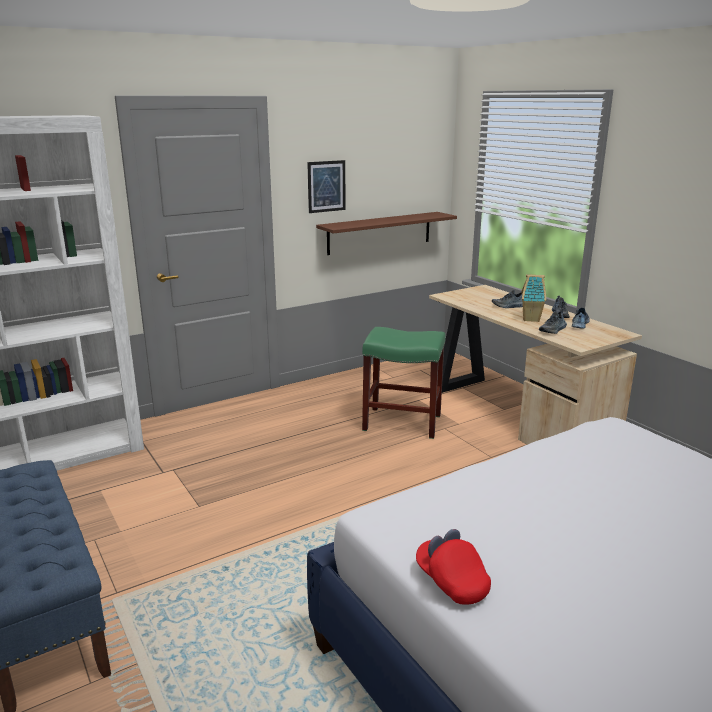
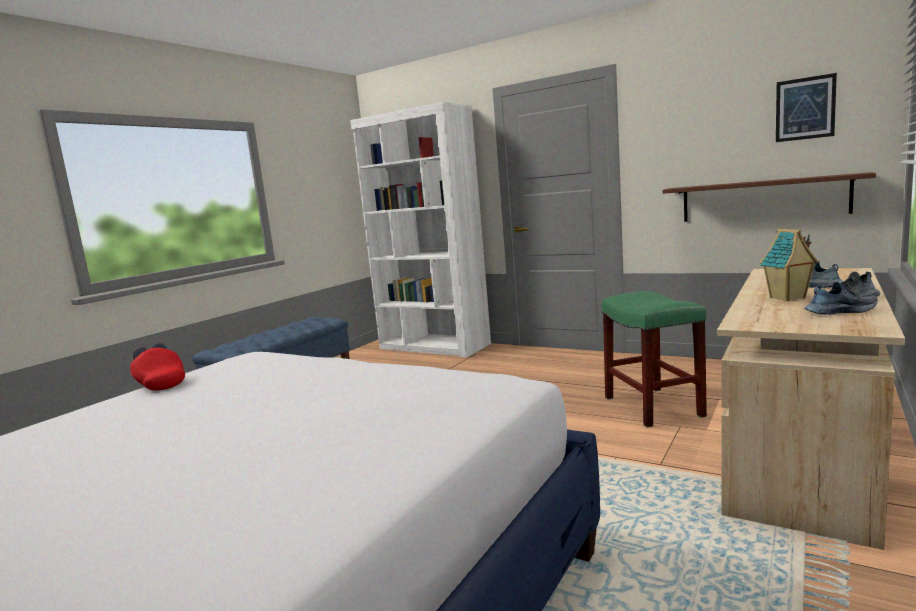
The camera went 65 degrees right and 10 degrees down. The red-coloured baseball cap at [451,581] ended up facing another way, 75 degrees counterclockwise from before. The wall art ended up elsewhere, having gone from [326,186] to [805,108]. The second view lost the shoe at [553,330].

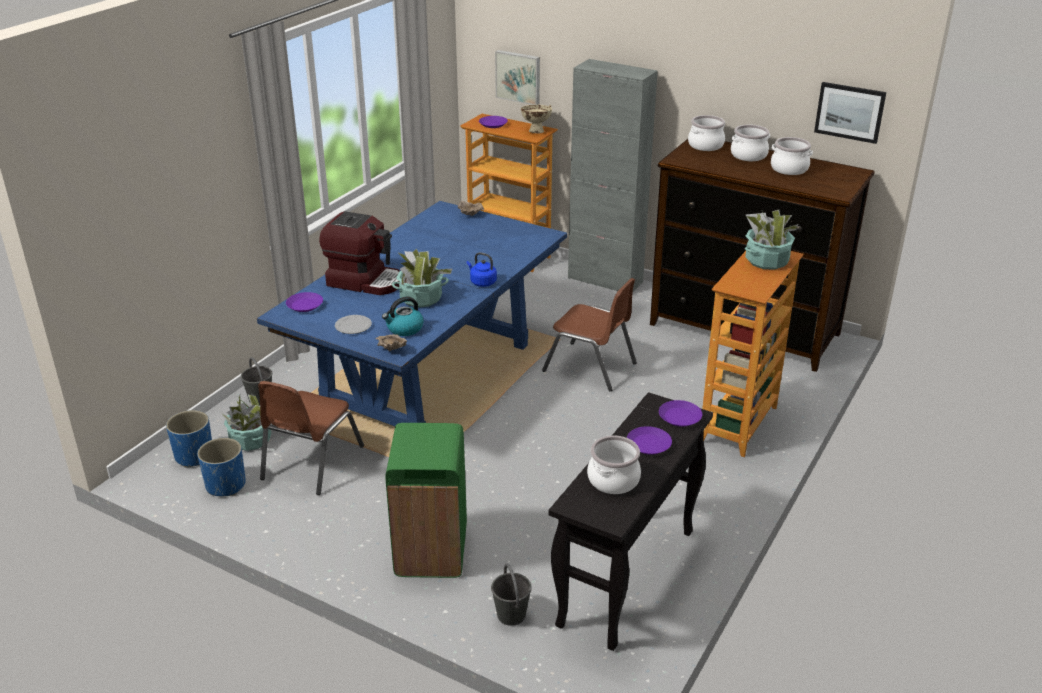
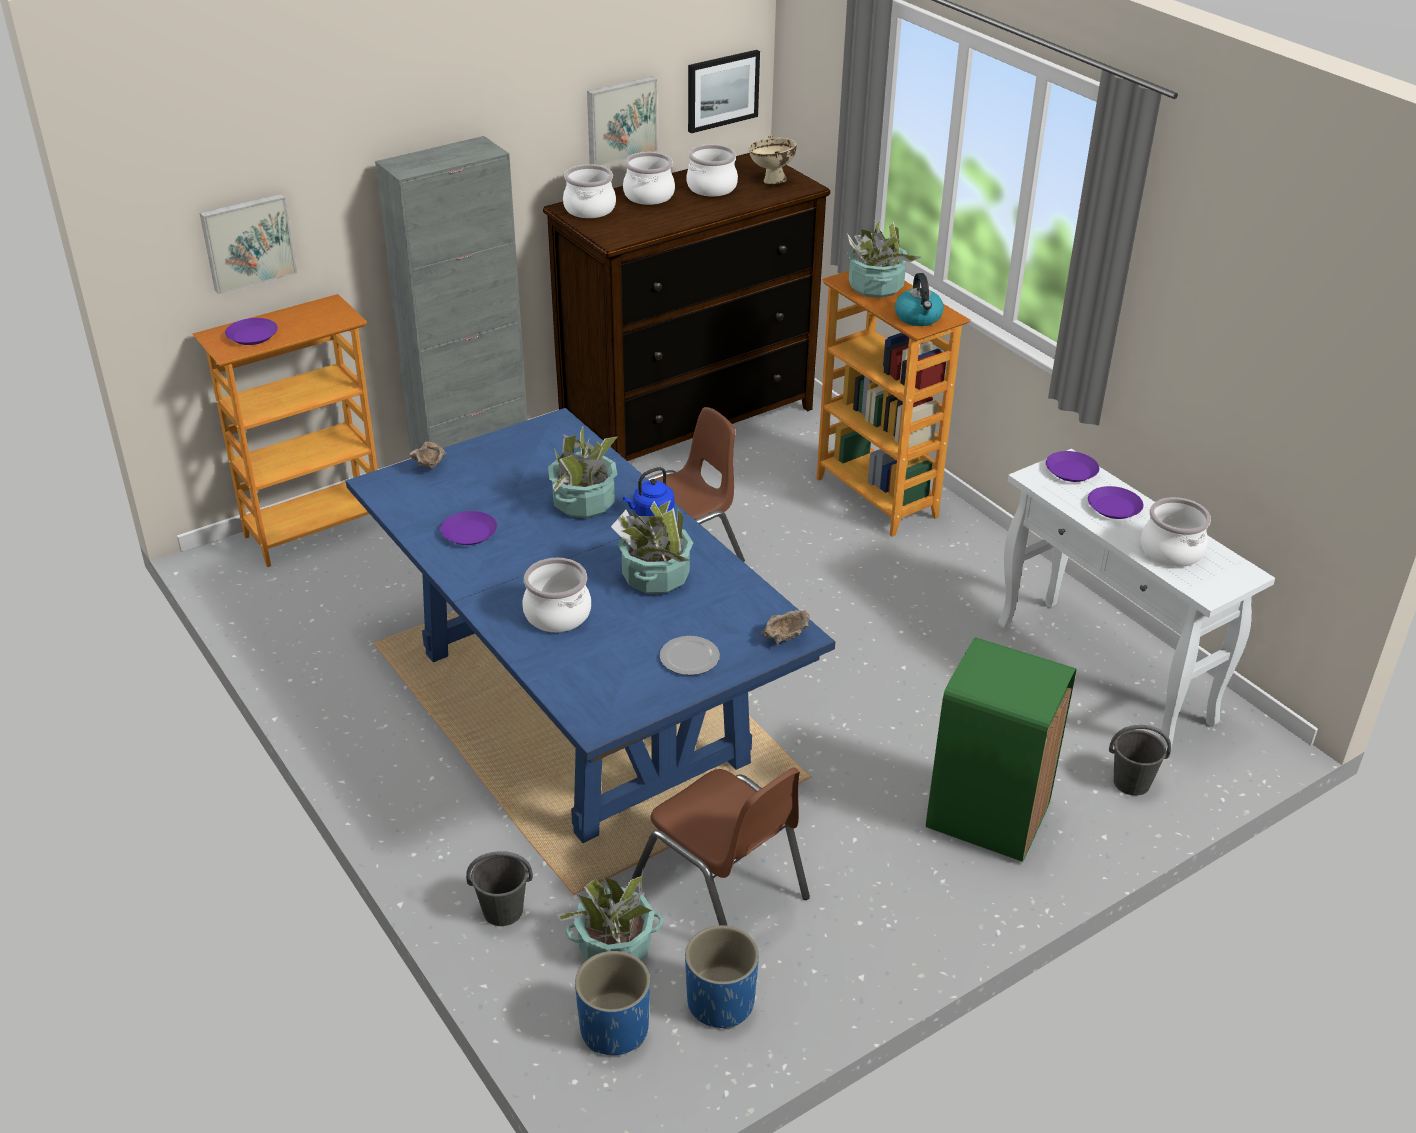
The camera went 65 degrees left and 5 degrees up. The purple-coloured dinner plate ended up elsewhere, having gone from [304,305] to [468,533]. Where the coffee machine stood at [365,281], the cooking pot came to stand at [557,615]. The second view gained the potted plant at [584,503]. The second view gained the wall art at [620,120]. The beige bowl ended up elsewhere, having gone from [535,131] to [771,181]. The water kettle ended up elsewhere, having gone from [404,329] to [918,317]. What was the black narrow table at [627,579] turned into the white-coloured narrow table at [1106,674].

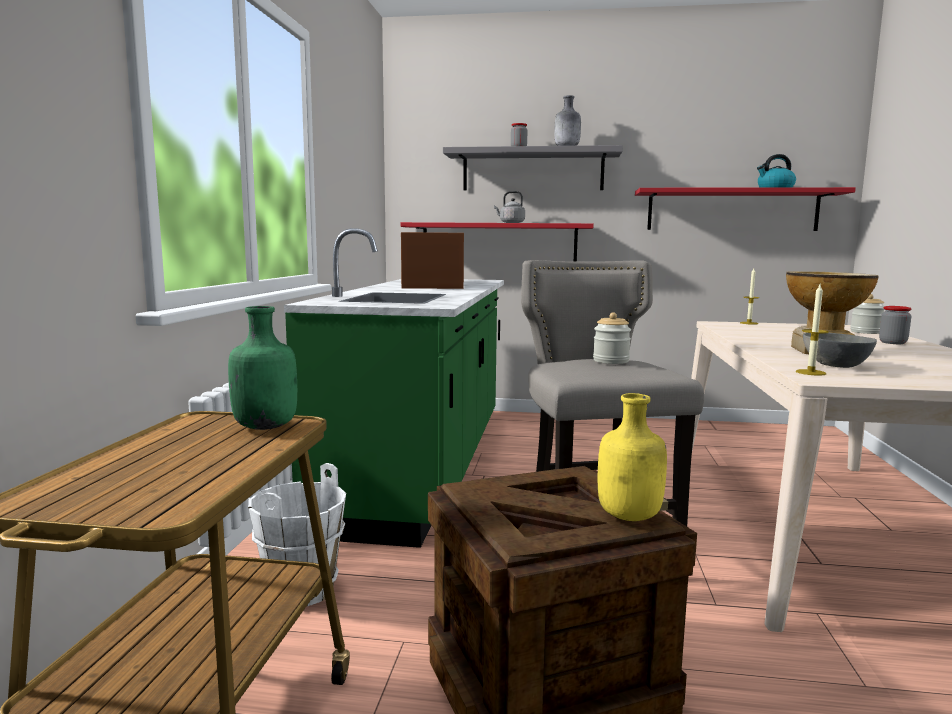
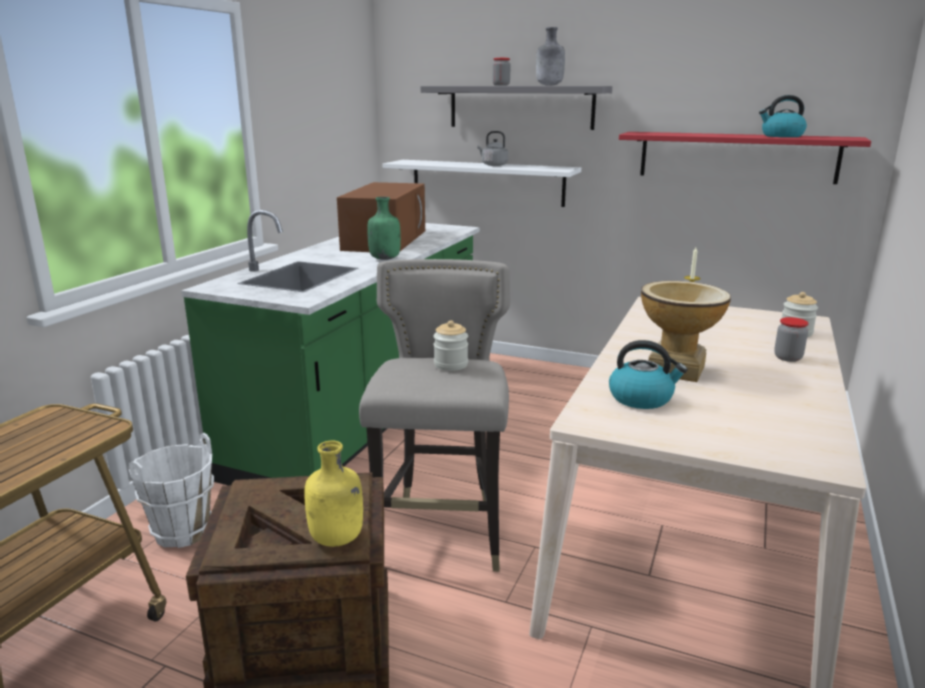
The camera went 15 degrees right and 10 degrees up. The green bottle ended up elsewhere, having gone from [266,426] to [385,258]. What was the red-coloured shelf at [499,242] turned into the white-coloured shelf at [487,182]. Where the gray bowl stood at [834,365], the water kettle came to stand at [641,398]. The second view lost the candle at [810,372].

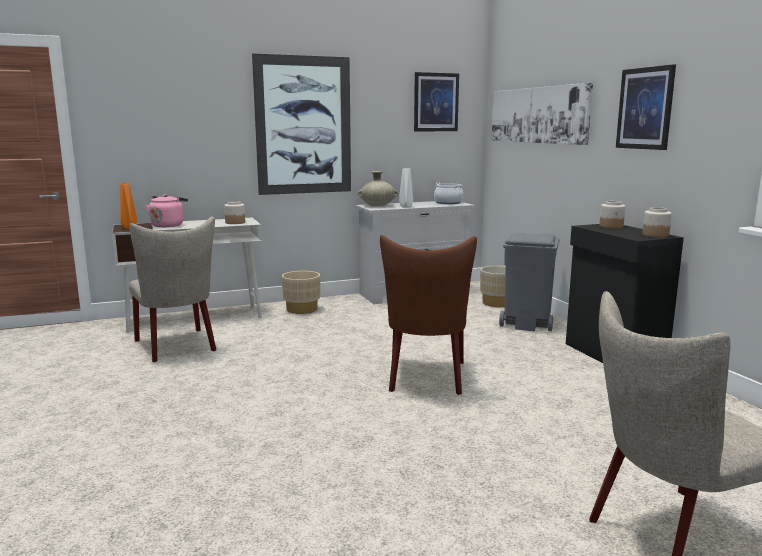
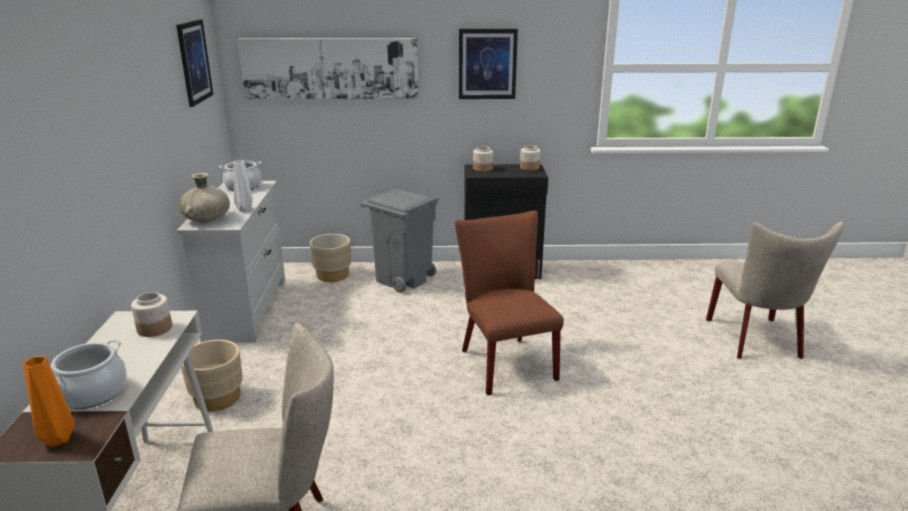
The camera went 70 degrees left and 10 degrees up. Where the pinkish water kettle stood at [168,225], the cooking pot came to stand at [92,393]. The brown plain chair at [426,378] ended up facing another way, 135 degrees counterclockwise from before. The second view lost the wall art at [303,126].

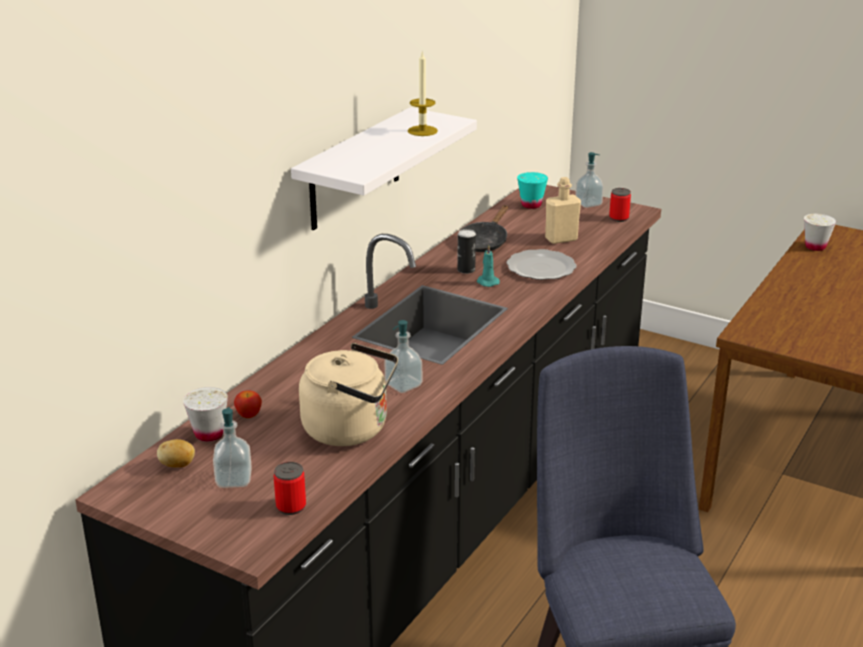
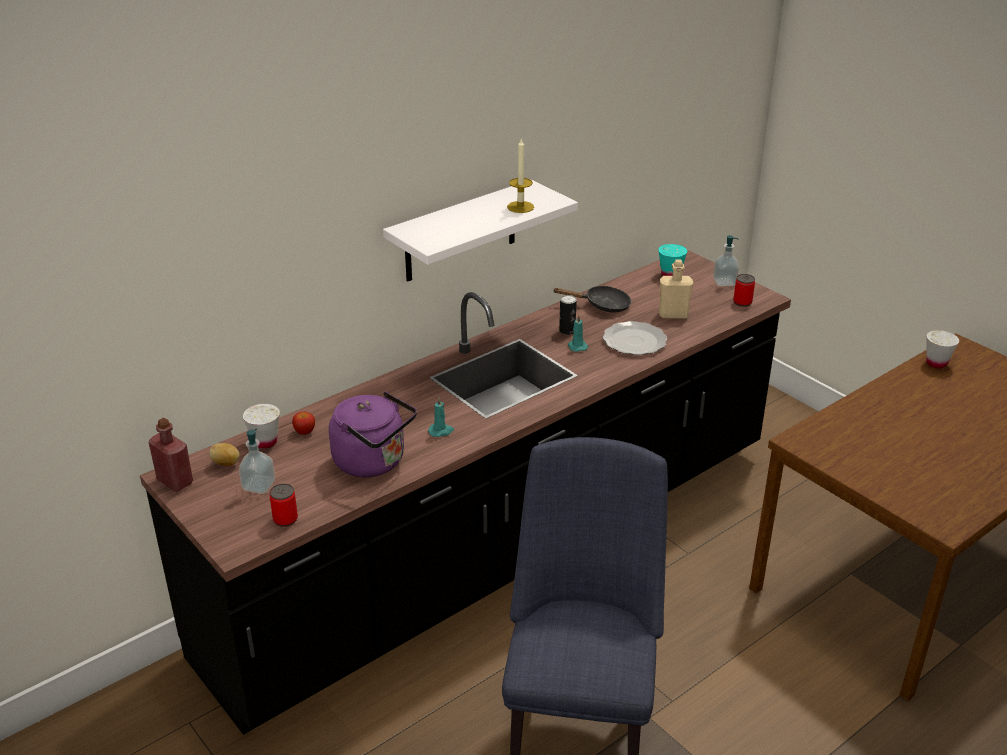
The camera went 20 degrees right and 5 degrees up. The second view gained the red-coloured bottle at [175,481]. What was the beige water kettle at [351,429] turned into the purple-coloured water kettle at [374,462]. Where the liquid soap bottle stood at [403,385], the turquoise candle came to stand at [441,431]. The black pan at [484,242] ended up facing another way, 135 degrees counterclockwise from before.

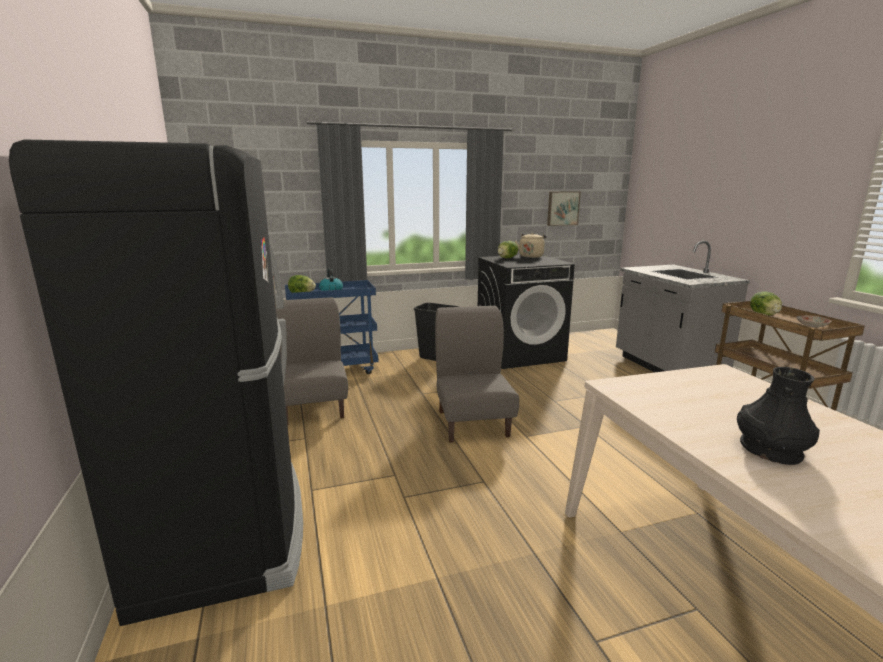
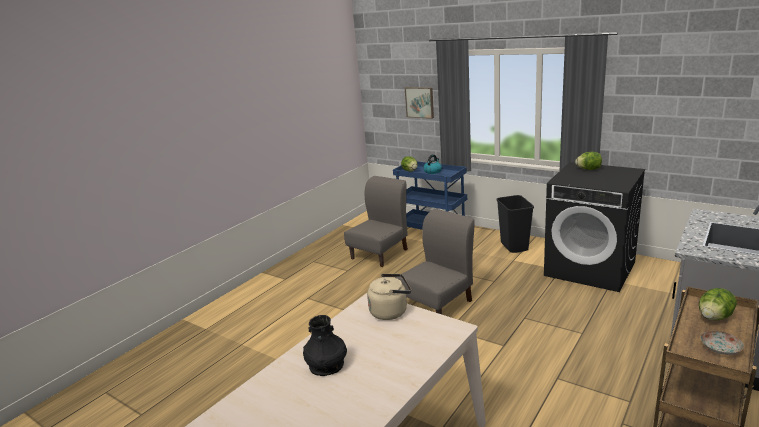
The camera went 55 degrees right and 5 degrees up. The beige water kettle ended up elsewhere, having gone from [531,256] to [391,311]. The wall art ended up elsewhere, having gone from [562,208] to [420,102]. The second view lost the black kitchen fridge at [227,528].

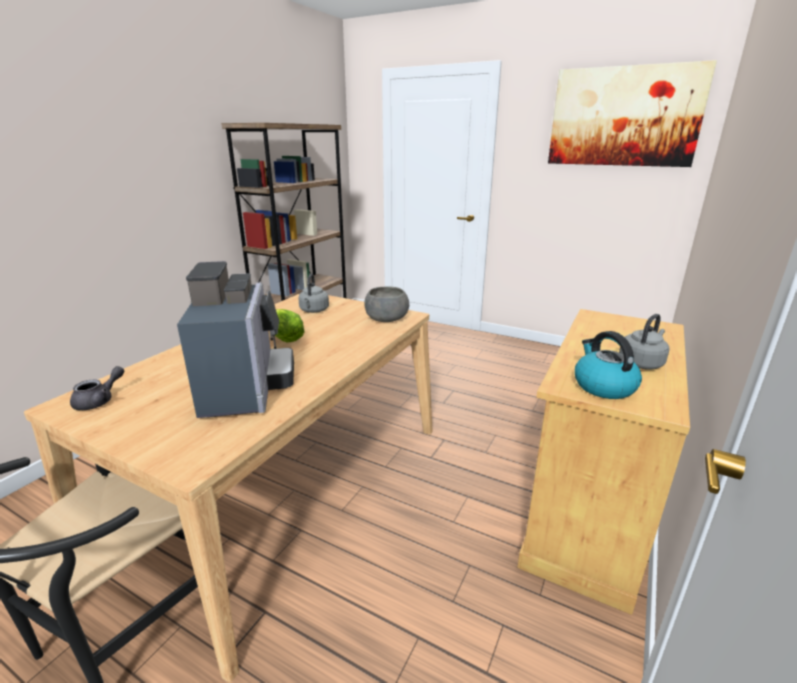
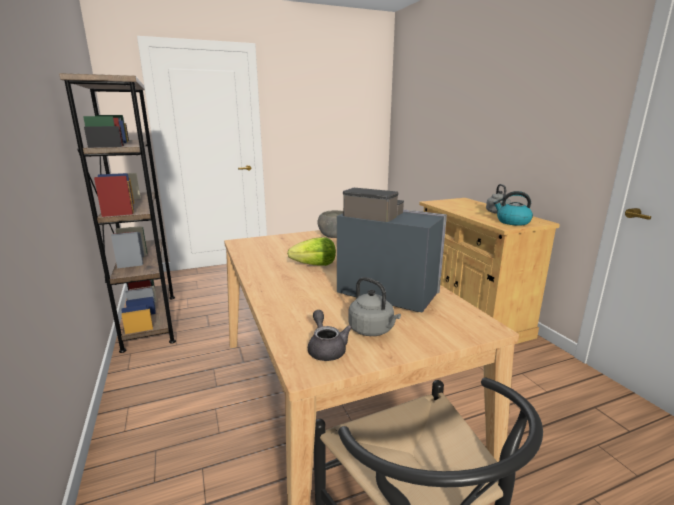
The camera went 50 degrees left and 5 degrees down. The gray water kettle ended up elsewhere, having gone from [314,311] to [373,330]. The second view lost the wall art at [624,117].

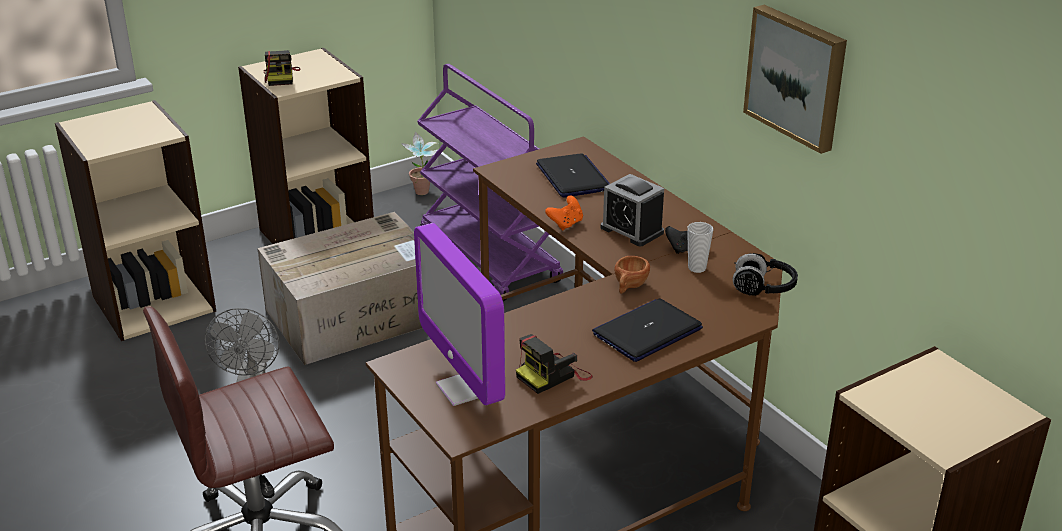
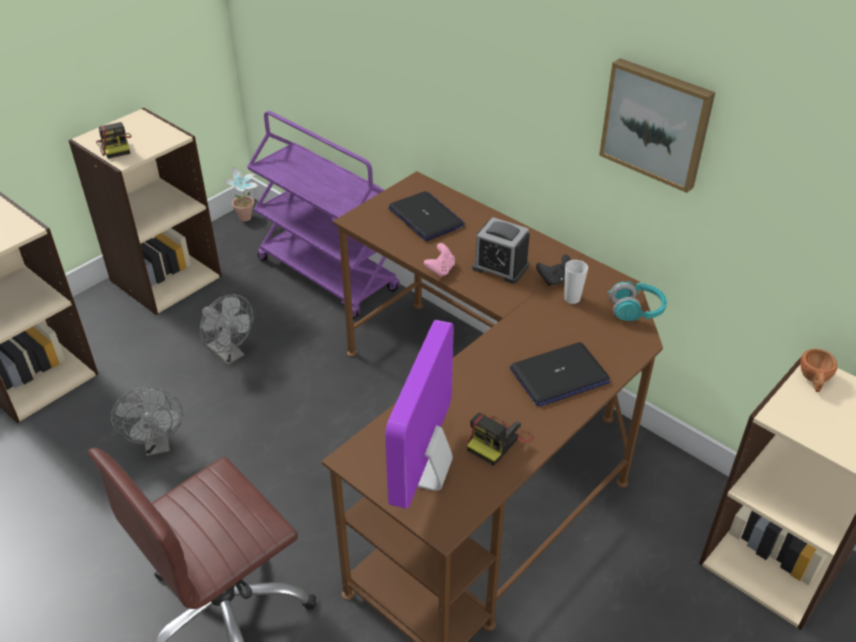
The camera went 15 degrees left and 10 degrees up. Where the cardboard box stood at [356,315], the gray fan came to stand at [230,355]. The monitor at [465,388] ended up facing another way, 60 degrees clockwise from before. What was the orangey joypad at [566,224] turned into the pinkish joypad at [440,270]. The laptop at [647,331] ended up facing another way, 150 degrees counterclockwise from before. What was the black headphones at [763,289] turned into the turquoise headphones at [635,311]. The brown drinking cup ended up elsewhere, having gone from [629,287] to [814,380].

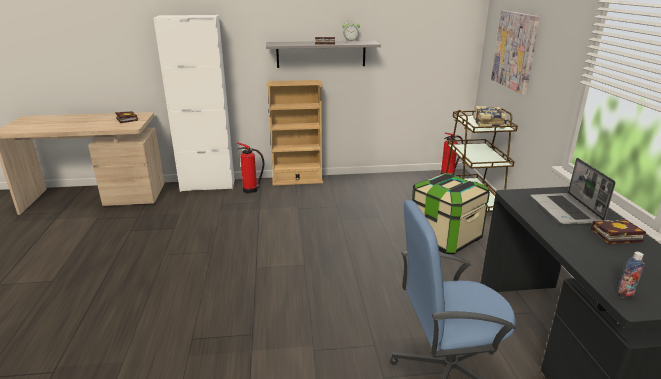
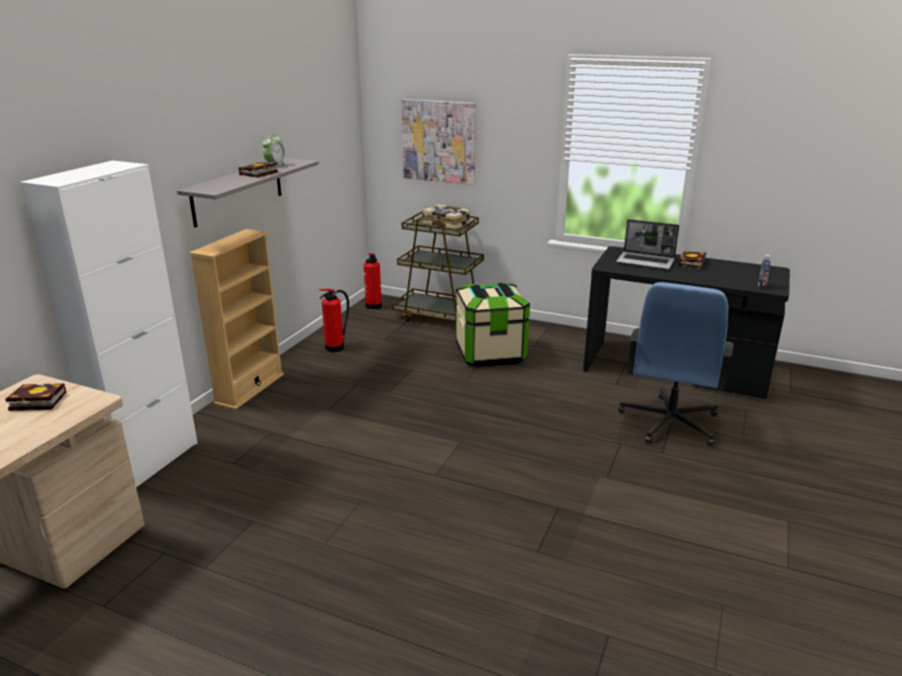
The camera went 60 degrees left and 0 degrees up. The extinguisher ended up elsewhere, having gone from [251,190] to [336,347].

